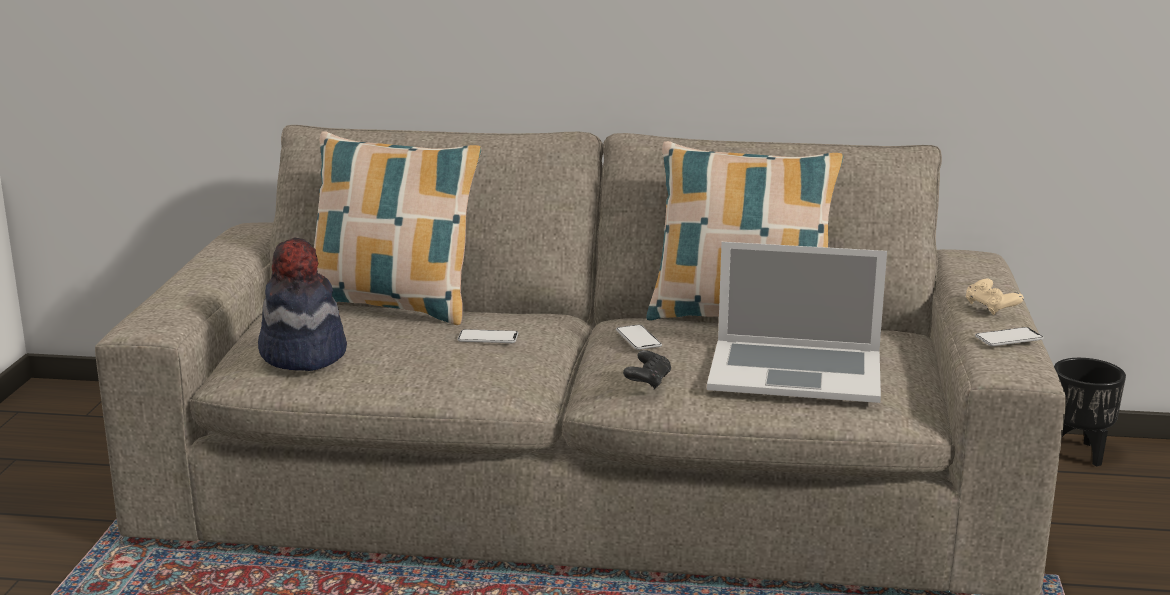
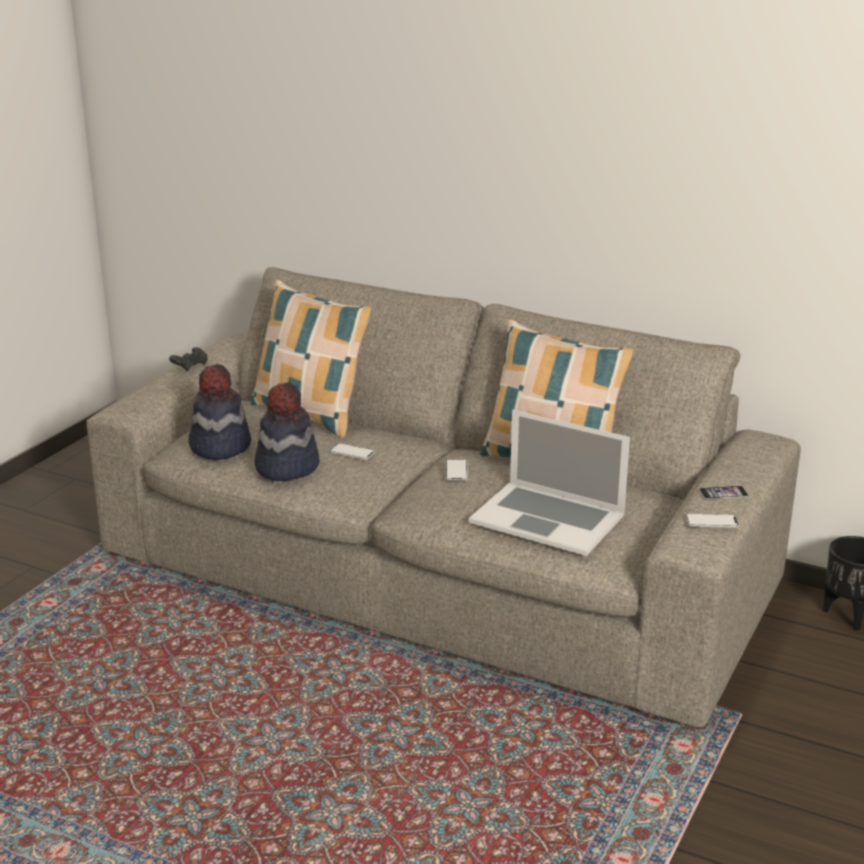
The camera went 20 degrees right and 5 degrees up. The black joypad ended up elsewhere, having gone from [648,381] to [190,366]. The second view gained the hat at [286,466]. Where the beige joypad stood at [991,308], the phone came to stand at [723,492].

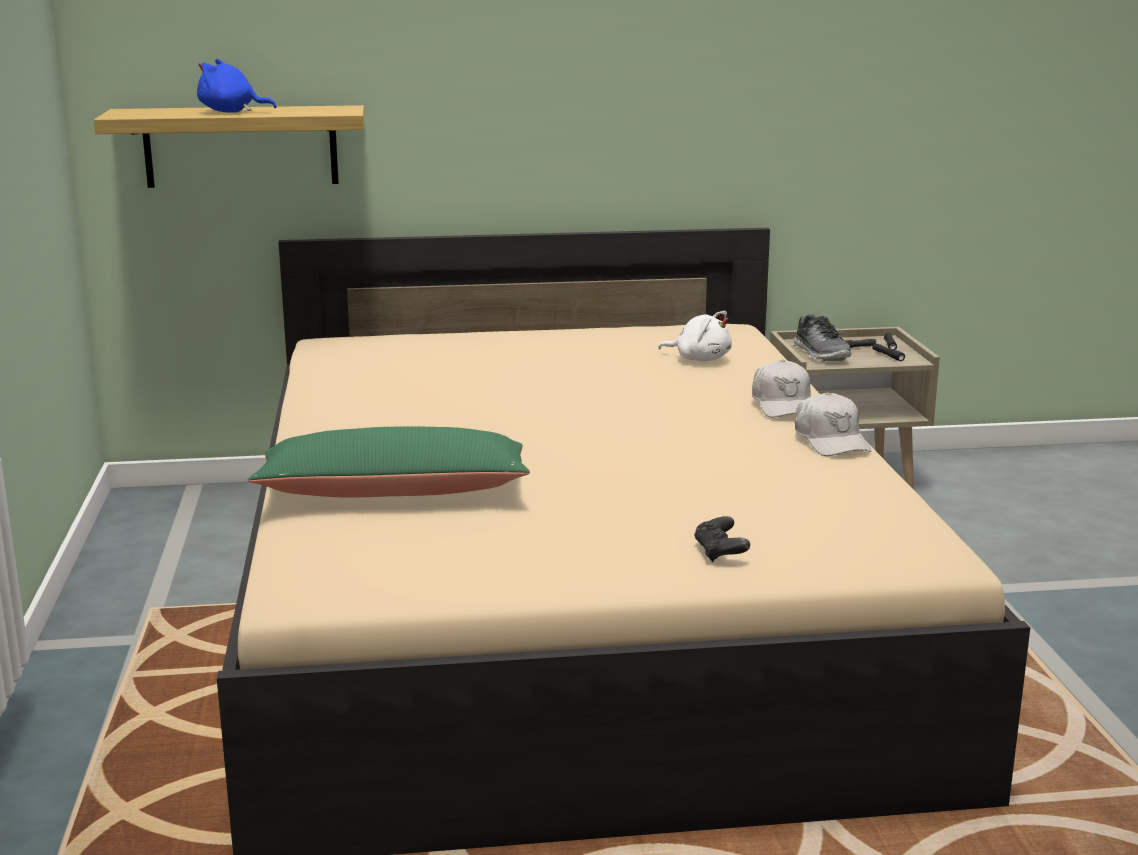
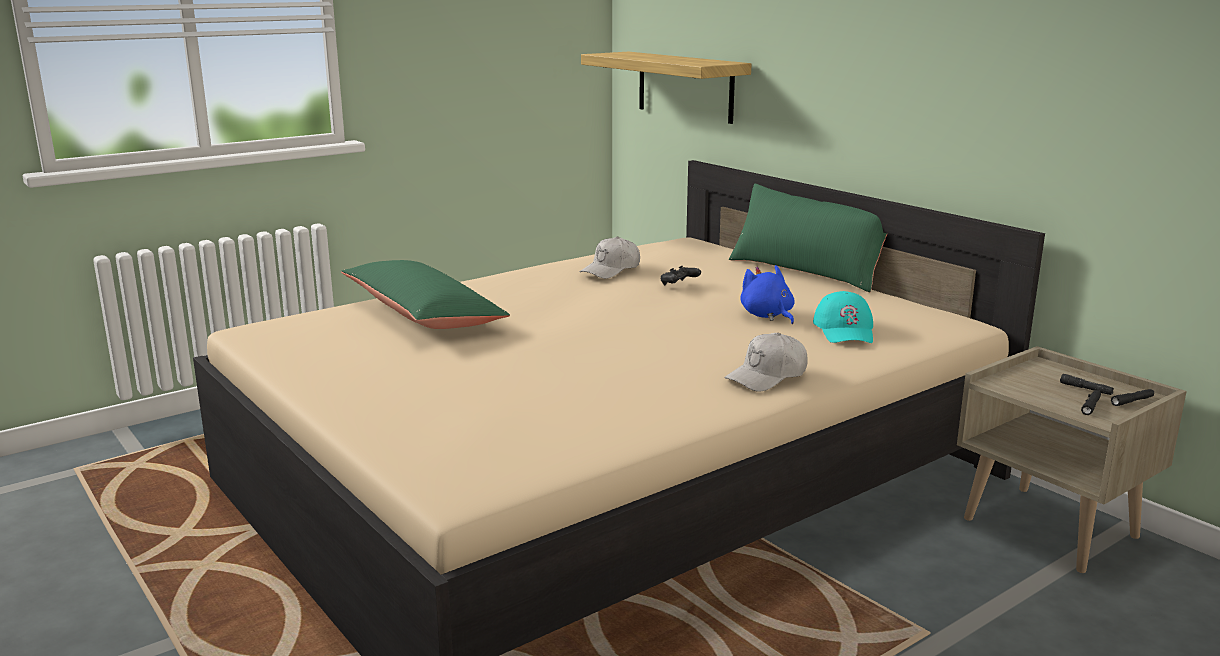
The camera went 60 degrees right and 0 degrees up. The white-coloured baseball cap ended up elsewhere, having gone from [831,441] to [611,270]. The black joypad ended up elsewhere, having gone from [720,553] to [679,285]. The second view gained the green pillow at [806,271]. The blue soft toy ended up elsewhere, having gone from [231,112] to [767,316]. Where the white-coloured soft toy stood at [699,359], the turquoise baseball cap came to stand at [845,330]. The second view lost the shoe at [821,354].

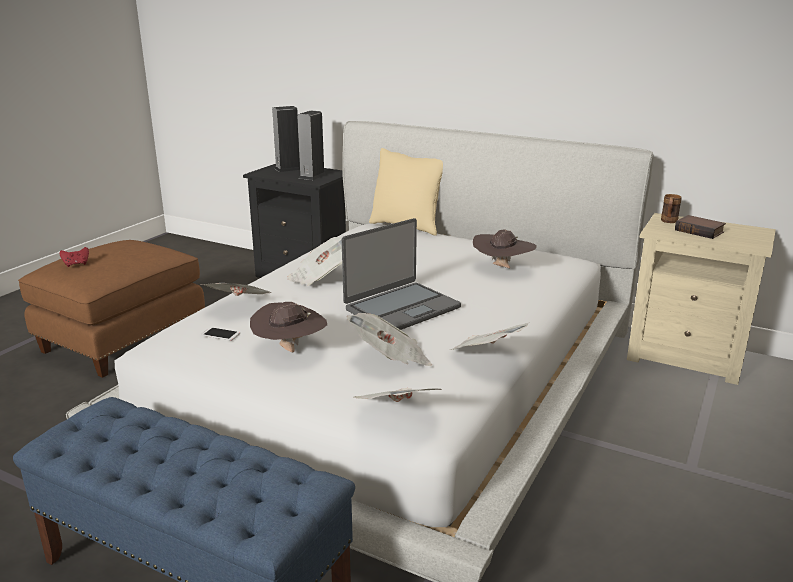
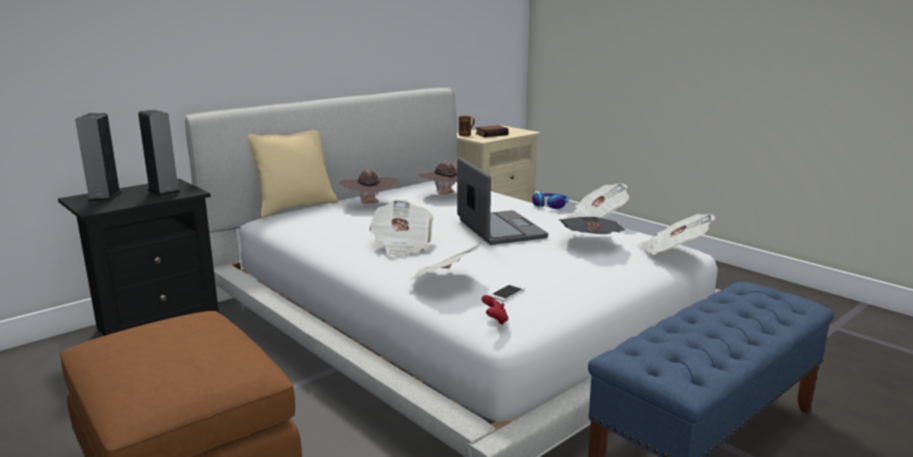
The camera went 70 degrees left and 5 degrees down. The brown hat ended up elsewhere, having gone from [290,350] to [369,205]. The red-coloured joypad ended up elsewhere, having gone from [76,264] to [495,320]. The second view gained the headphones at [550,205].

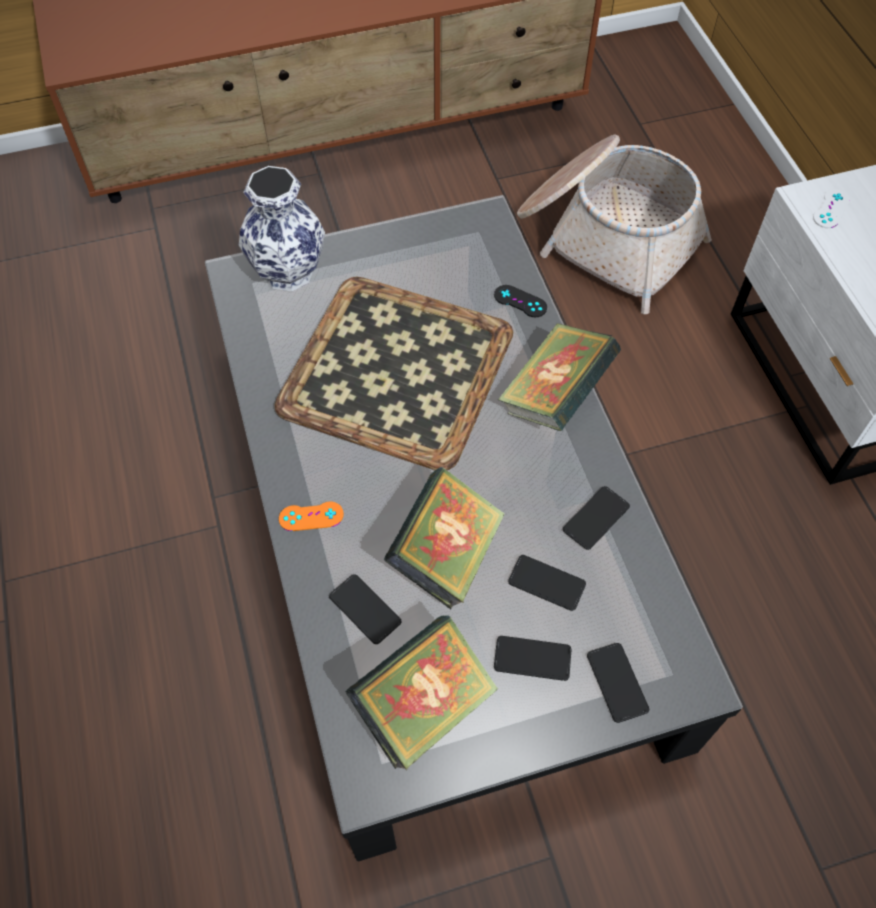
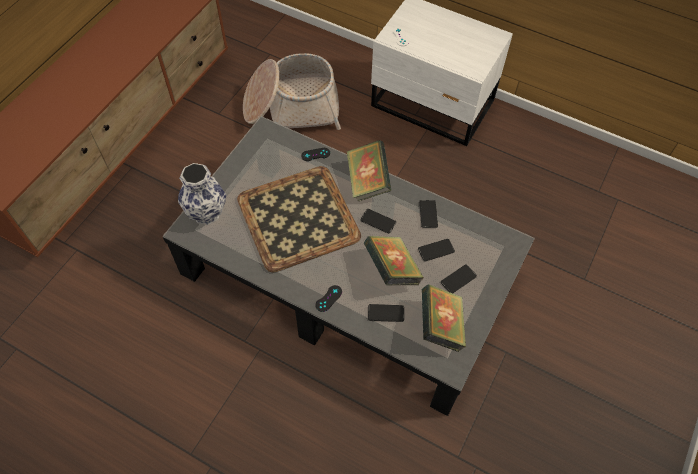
The camera went 45 degrees left and 0 degrees up. What was the orangey joypad at [311,516] turned into the black joypad at [328,298]. The phone ended up elsewhere, having gone from [617,682] to [378,221].

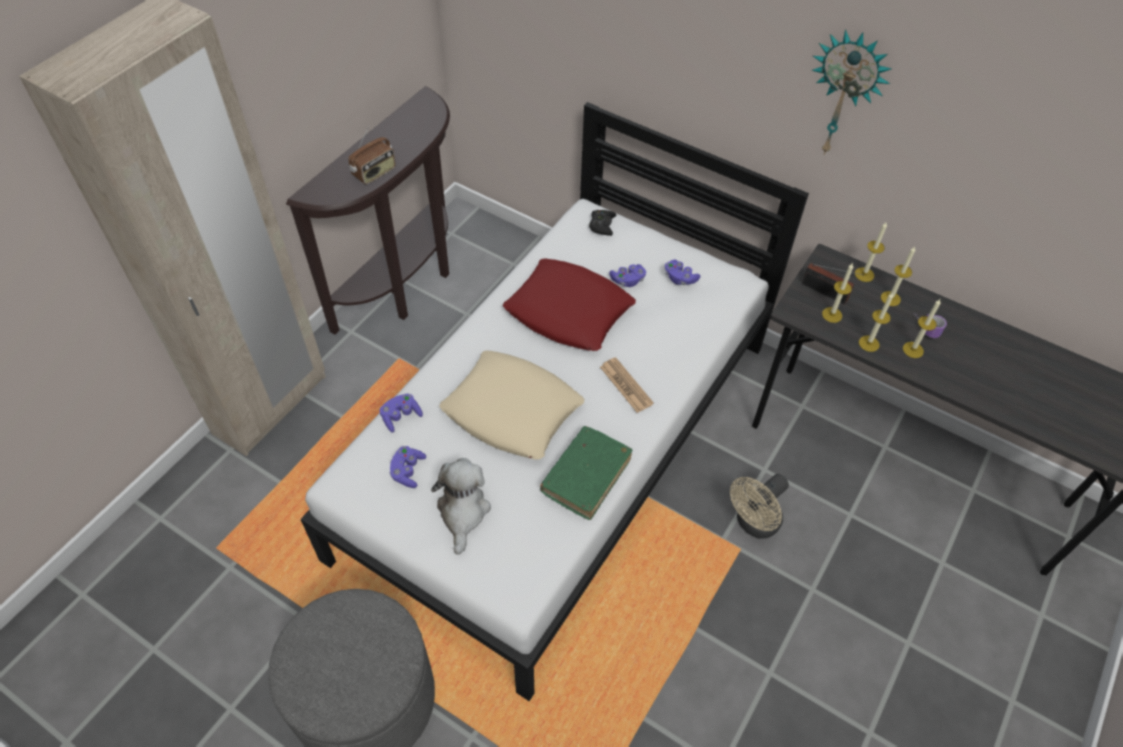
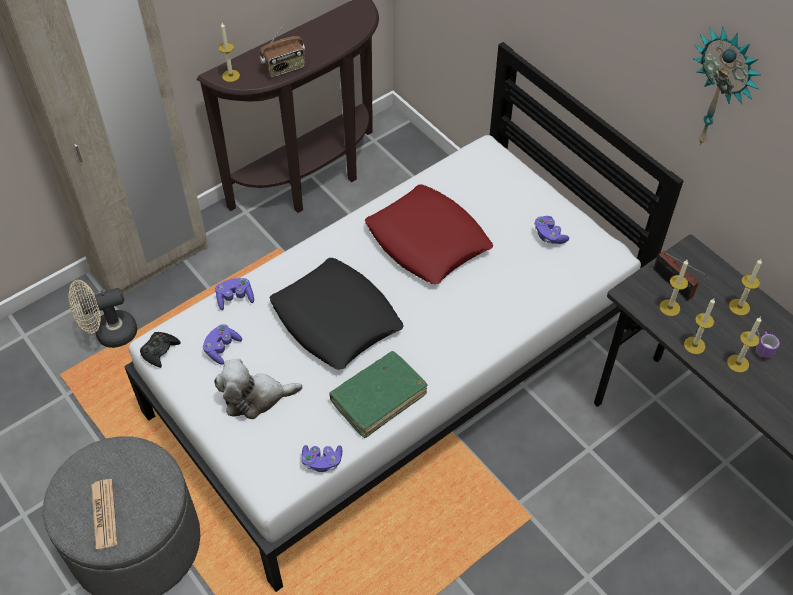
The camera went 20 degrees right and 0 degrees up. The beige fan ended up elsewhere, having gone from [753,524] to [109,334]. The newspaper ended up elsewhere, having gone from [626,385] to [104,514]. The black joypad ended up elsewhere, having gone from [602,225] to [160,351]. The soft toy at [463,511] ended up facing another way, 120 degrees counterclockwise from before. The candle ended up elsewhere, having gone from [864,274] to [231,76]. What was the beige pillow at [512,411] turned into the black pillow at [336,320]. The purple-coloured joypad ended up elsewhere, having gone from [627,280] to [322,461].

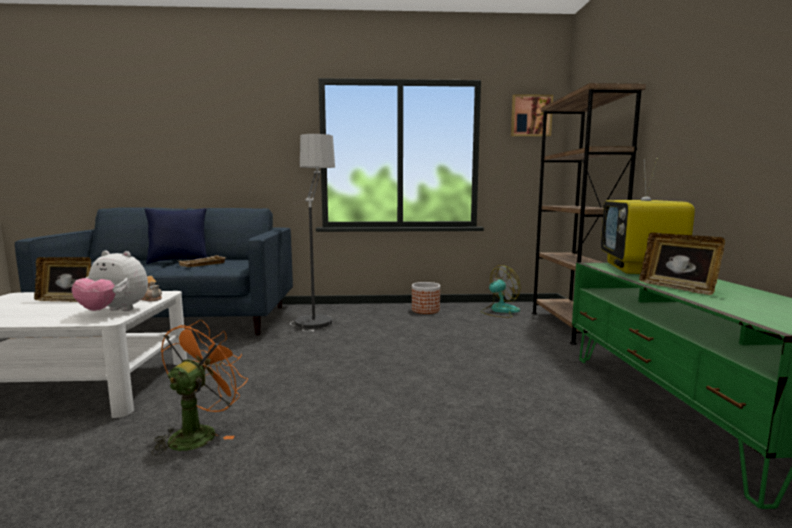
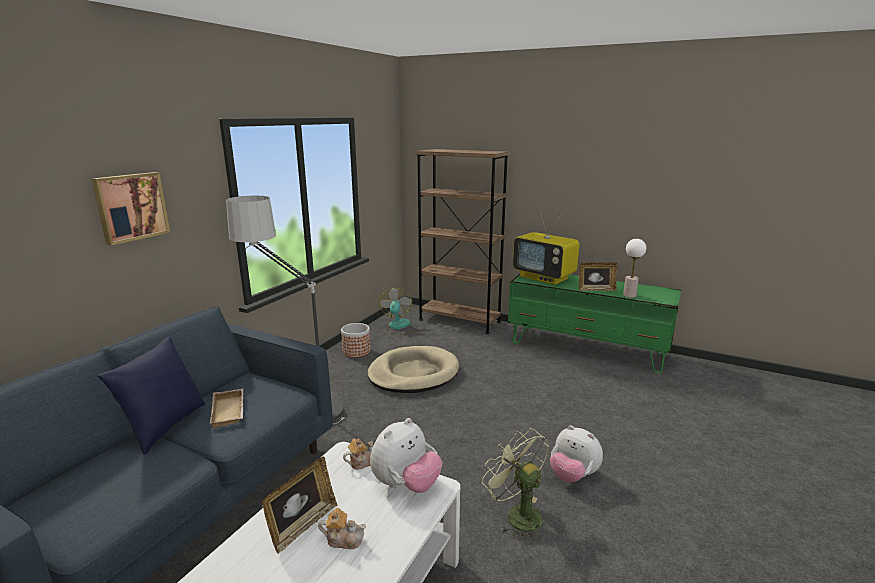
The camera went 60 degrees left and 10 degrees up. The wall art ended up elsewhere, having gone from [530,116] to [131,207]. The second view gained the pot for tea at [343,539]. The second view gained the beige dog bed at [413,373]. What was the orangey fan at [199,433] turned into the green fan at [517,514]. The second view gained the soft toy at [573,475]. The second view gained the lamp for a table at [629,295].

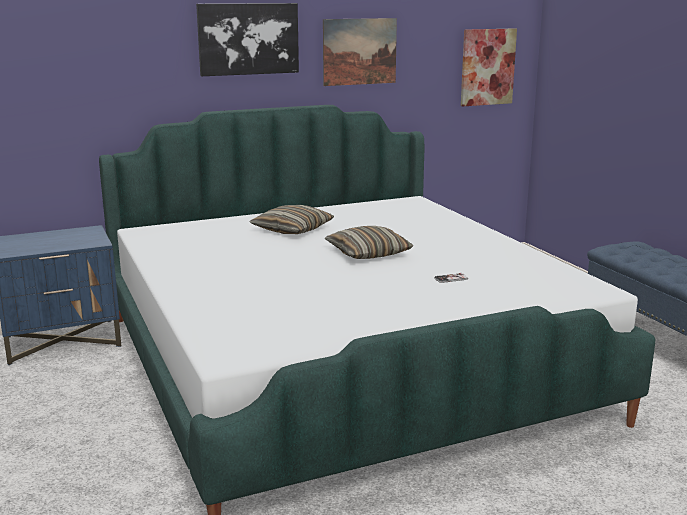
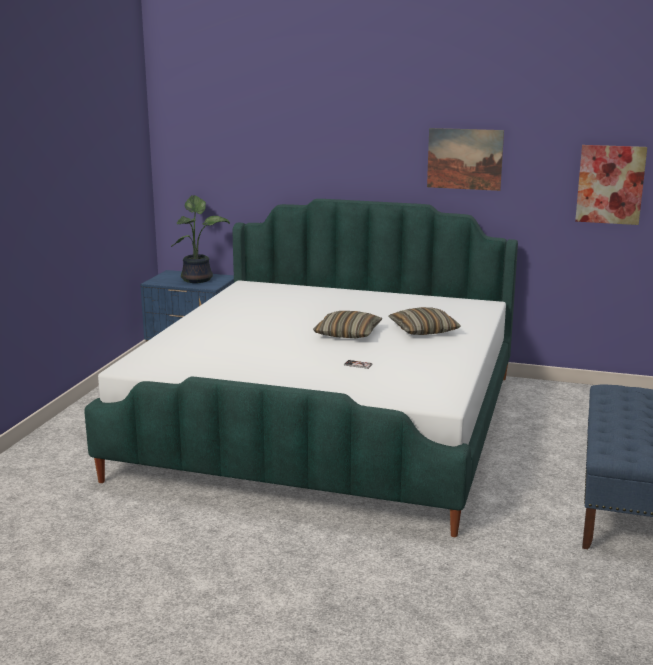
The camera went 40 degrees right and 0 degrees up. The second view gained the potted plant at [198,279]. The pillow ended up elsewhere, having gone from [292,229] to [423,330]. The second view lost the wall art at [248,39].

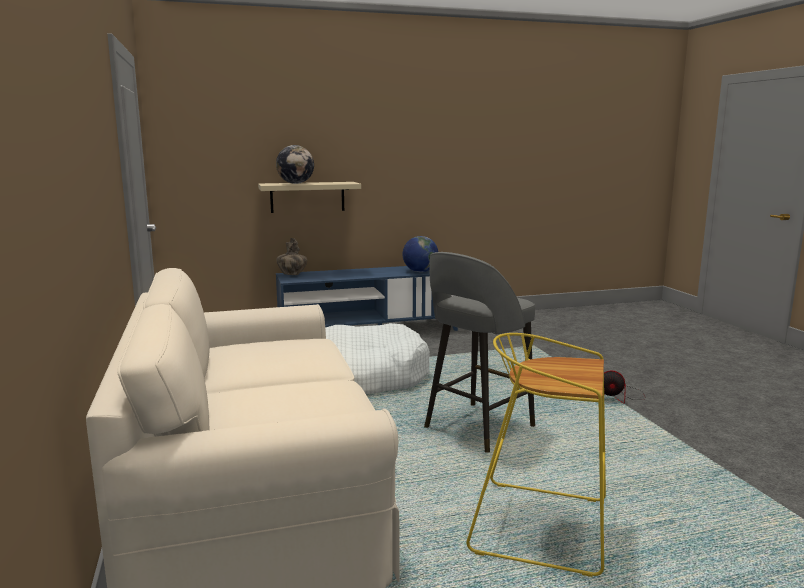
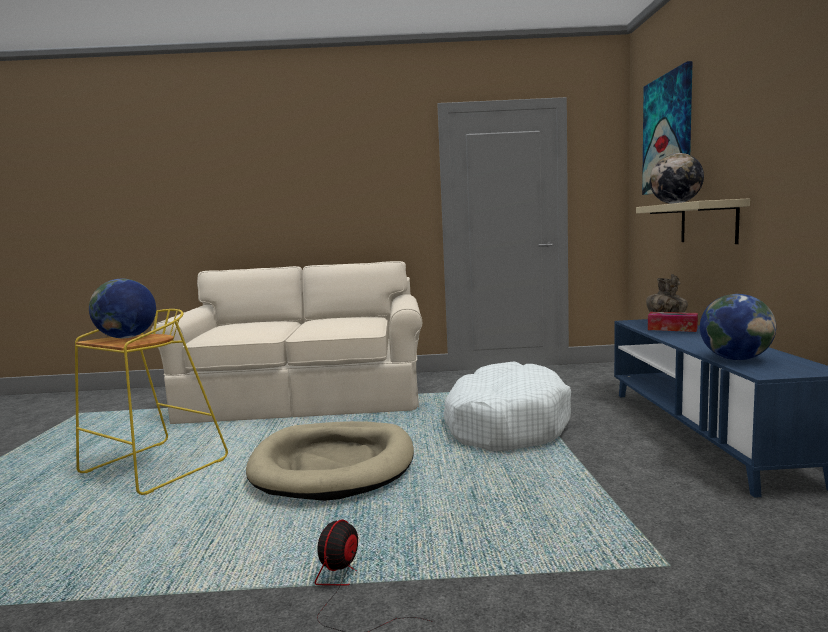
The camera went 105 degrees right and 5 degrees down. The second view gained the globe at [127,337]. Where the gray stool seat stood at [477,428], the beige dog bed came to stand at [333,465]. The second view gained the wall art at [667,134]. The second view gained the box of tissues at [672,328].

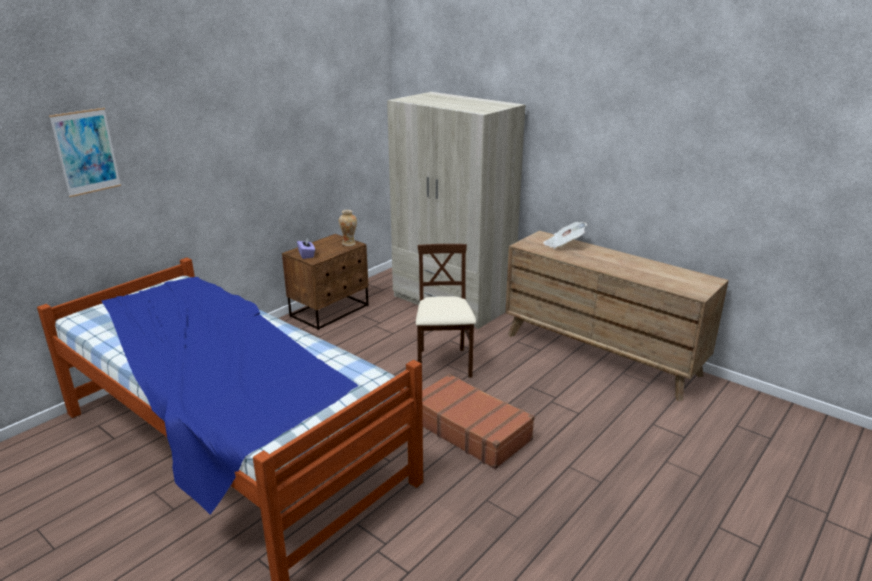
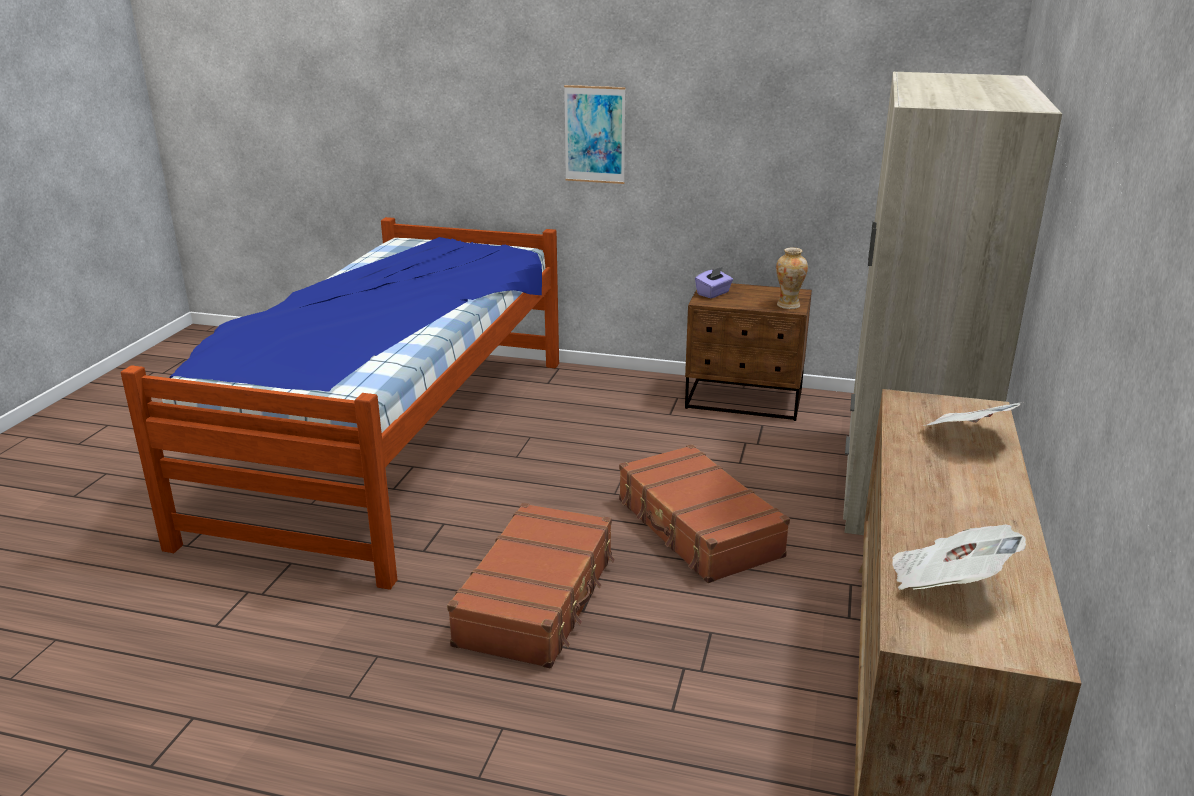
The camera went 65 degrees right and 0 degrees up. The wall art ended up elsewhere, having gone from [86,152] to [595,134]. Where the beige plain chair stood at [443,364], the brown travel case came to stand at [697,528]. The second view gained the newspaper at [947,583].

